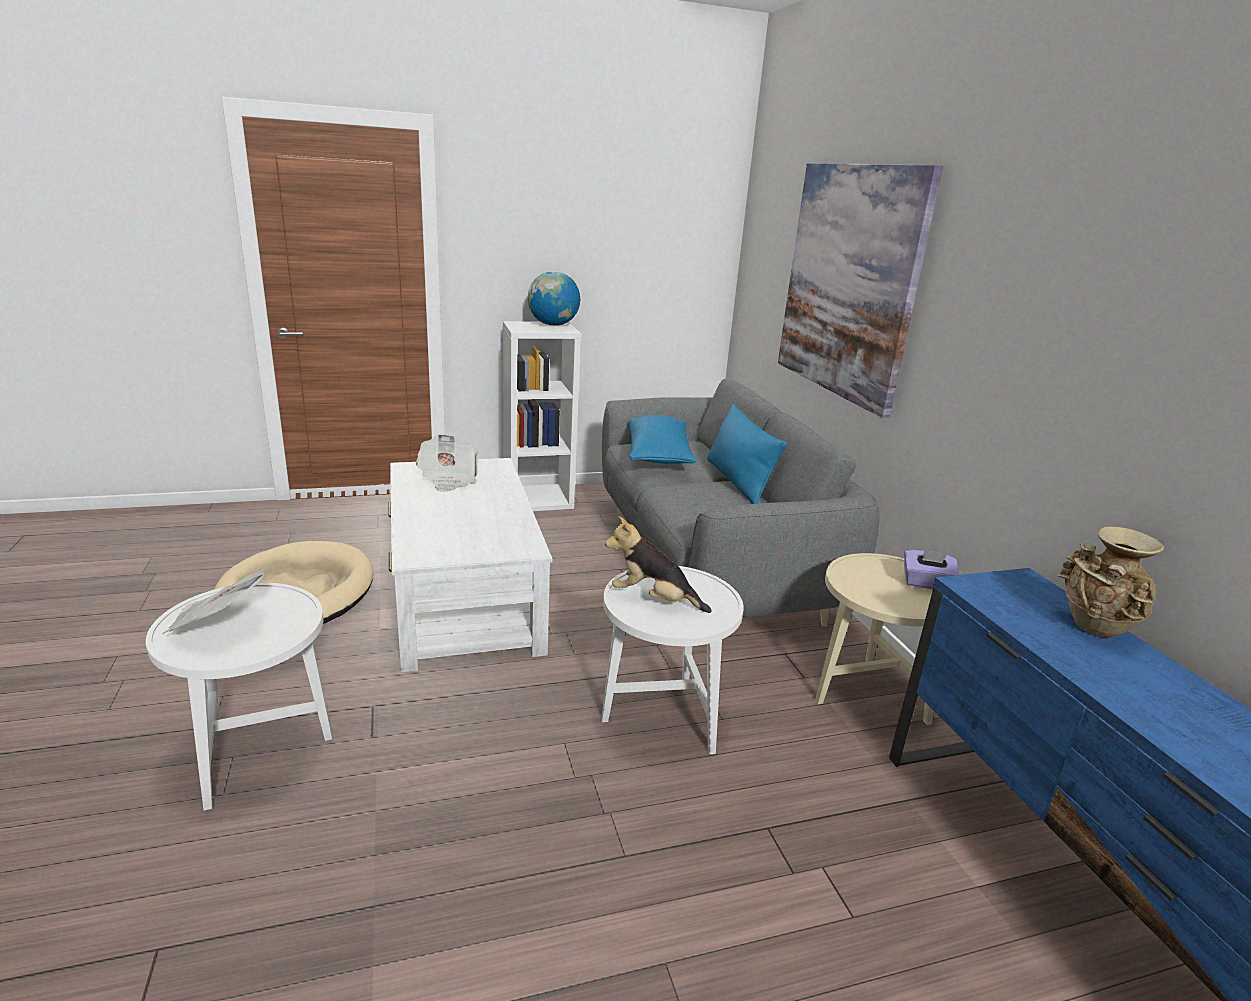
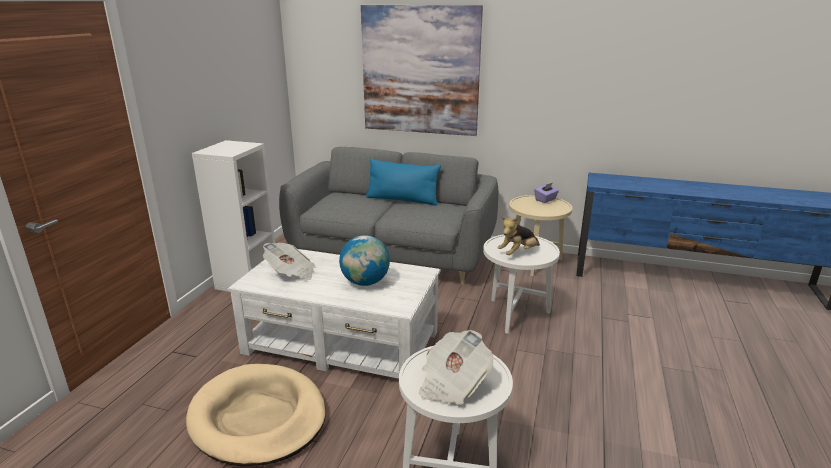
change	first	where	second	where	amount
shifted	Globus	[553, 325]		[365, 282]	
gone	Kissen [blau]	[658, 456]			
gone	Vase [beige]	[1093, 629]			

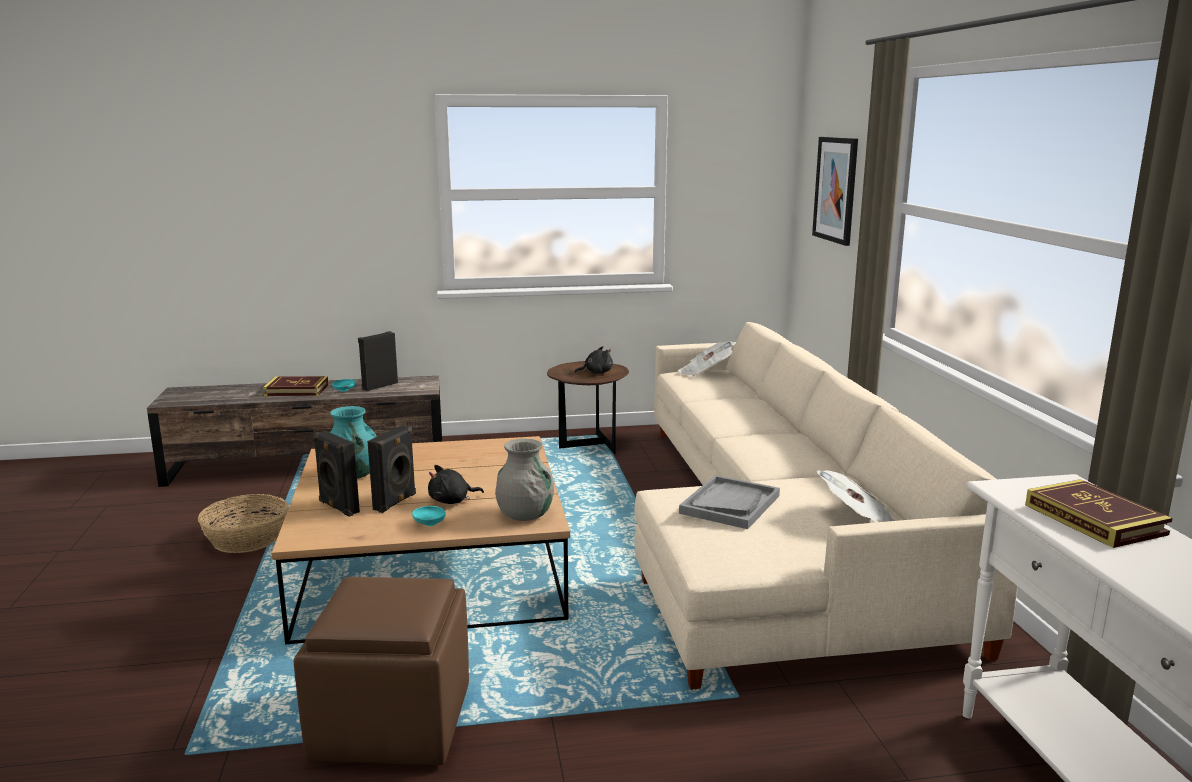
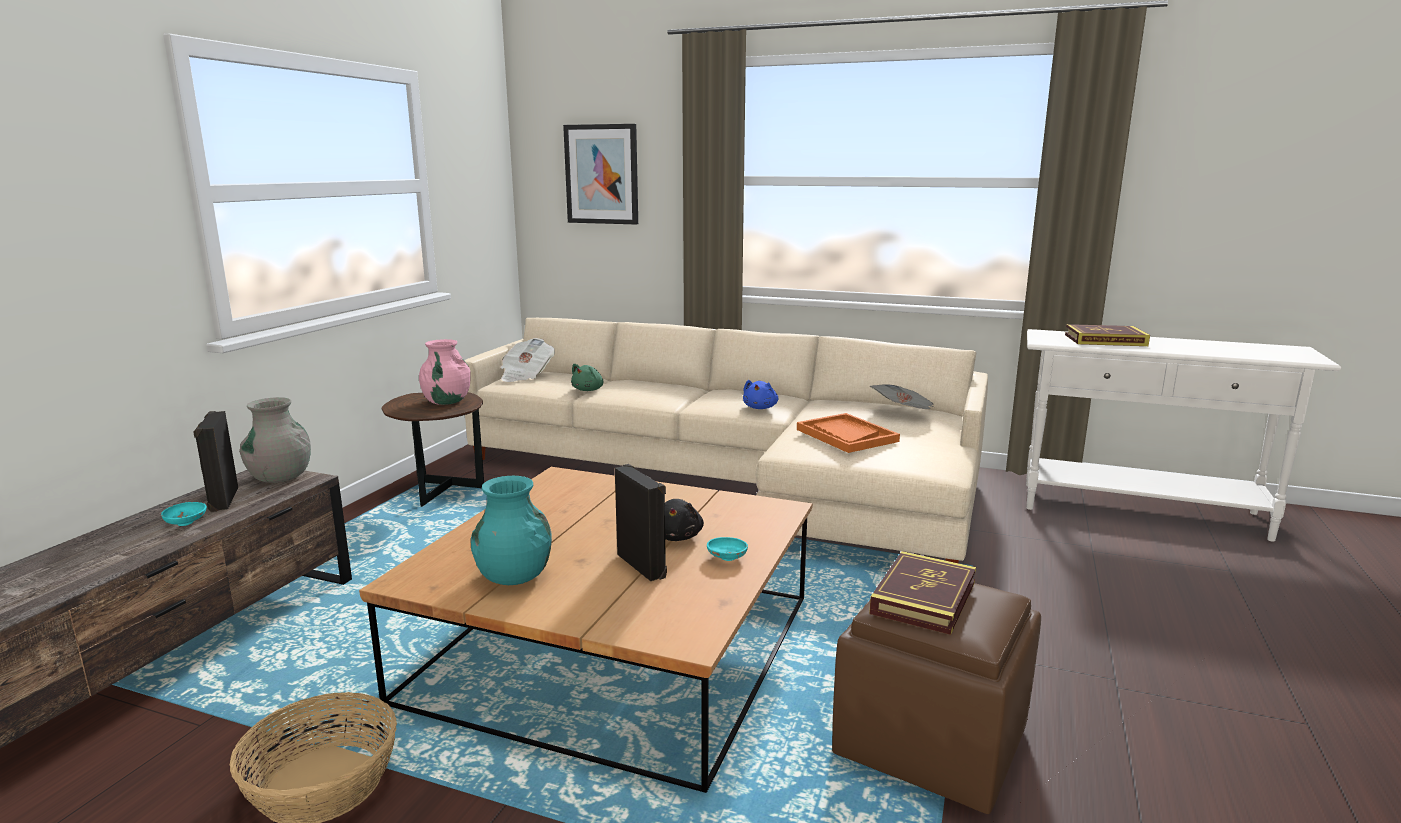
change	first	where	second	where	amount
shifted	Buch	[296, 390]		[923, 598]	
gone	Lautsprecher [schwarz]	[338, 507]			
shifted	Vase [grau]	[525, 515]		[280, 477]	
swapped	Plüschtier [schwarz]	[596, 373]	Vase [rosa]	[447, 402]	
repainted	Tablett [grau]	[730, 504]	Tablett [orange]	[846, 435]	
new			Plüschtier [grün]	[589, 390]	
new			Plüschtier [blau]	[760, 408]	

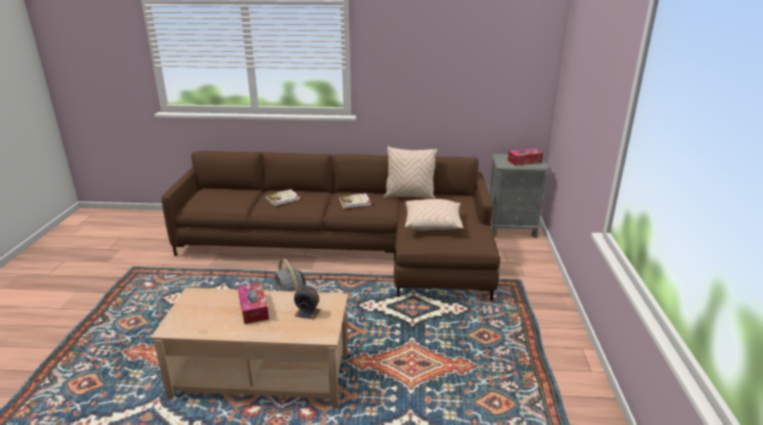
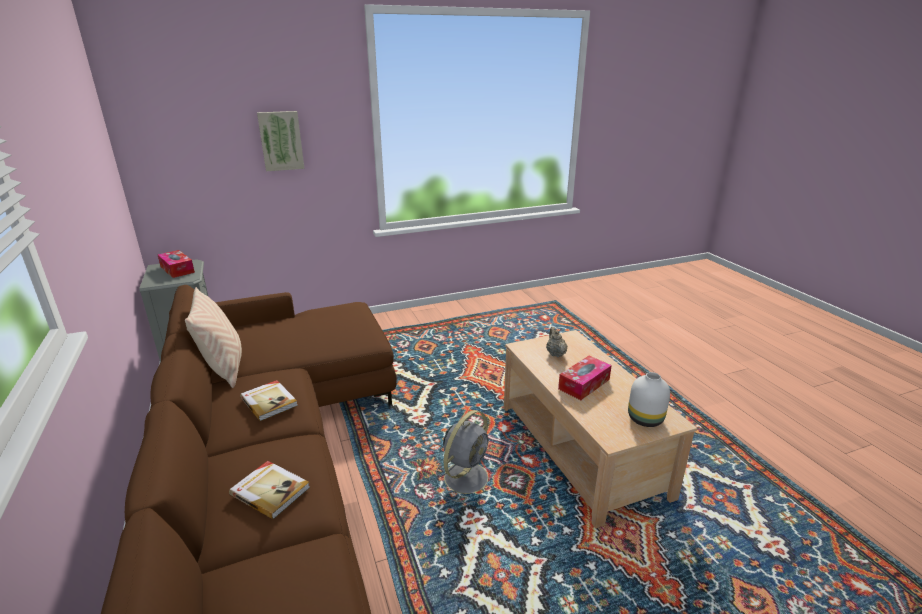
change	first	where	second	where	amount
swapped	Wecker	[307, 312]	Teekanne [beige]	[555, 353]	
gone	Kissen [beige]	[433, 224]			
new			Bild	[281, 141]	
new			Vase [weiß]	[645, 418]	

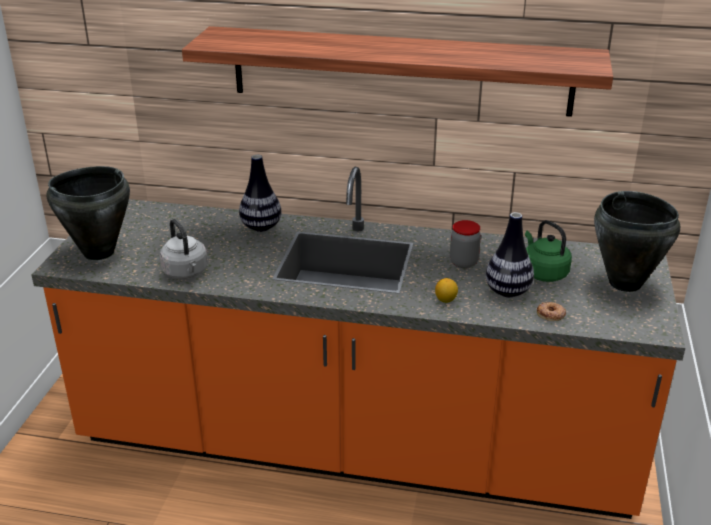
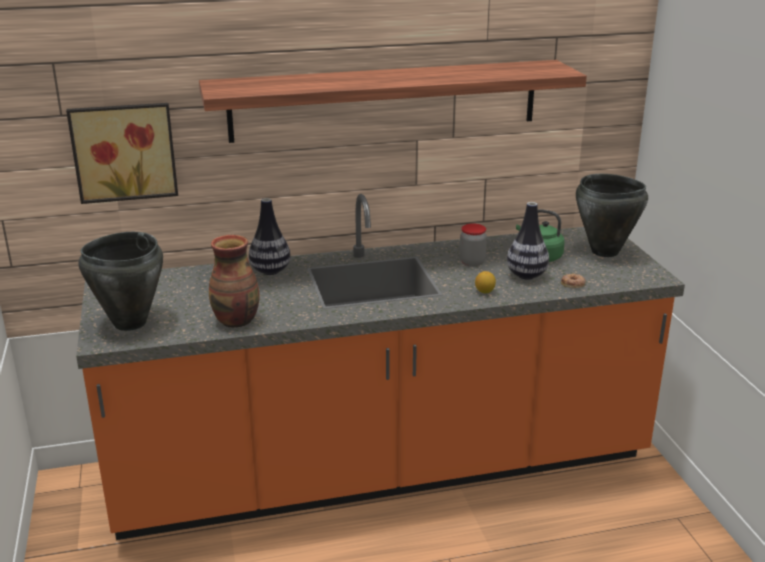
change	first	where	second	where	amount
swapped	Wasserkessel [grau]	[186, 273]	Vase	[237, 321]	
new			Bild	[124, 151]	

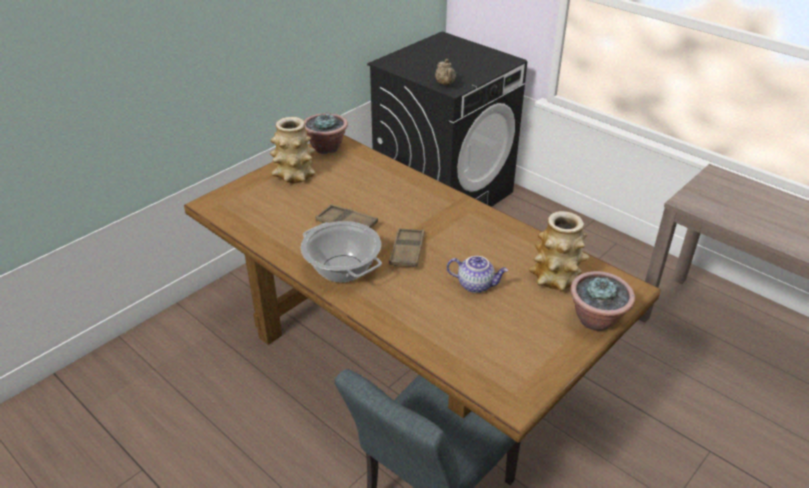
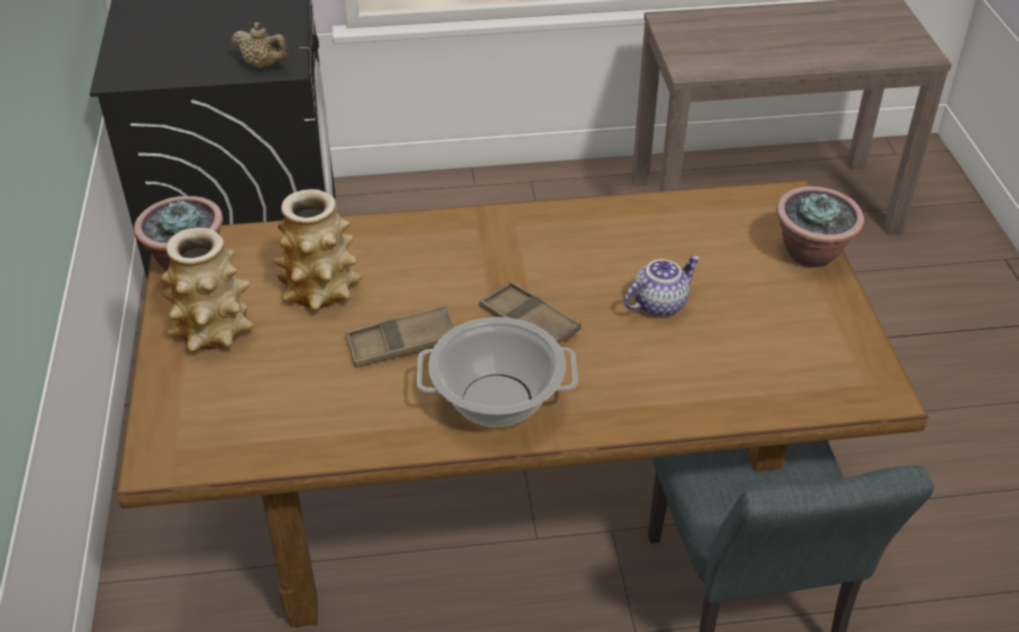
change	first	where	second	where	amount
shifted	Vase	[555, 278]		[321, 291]	

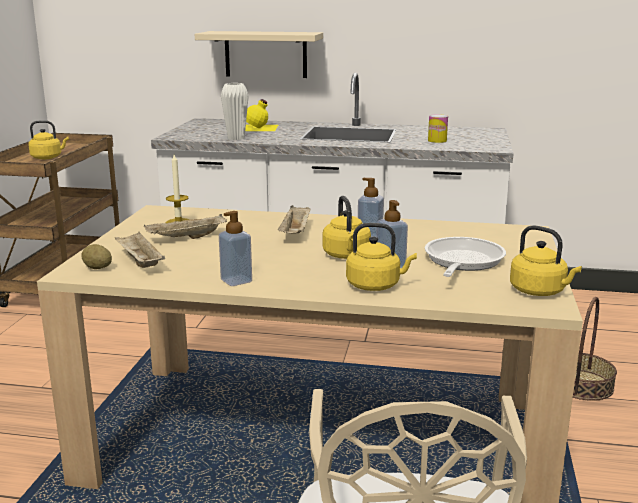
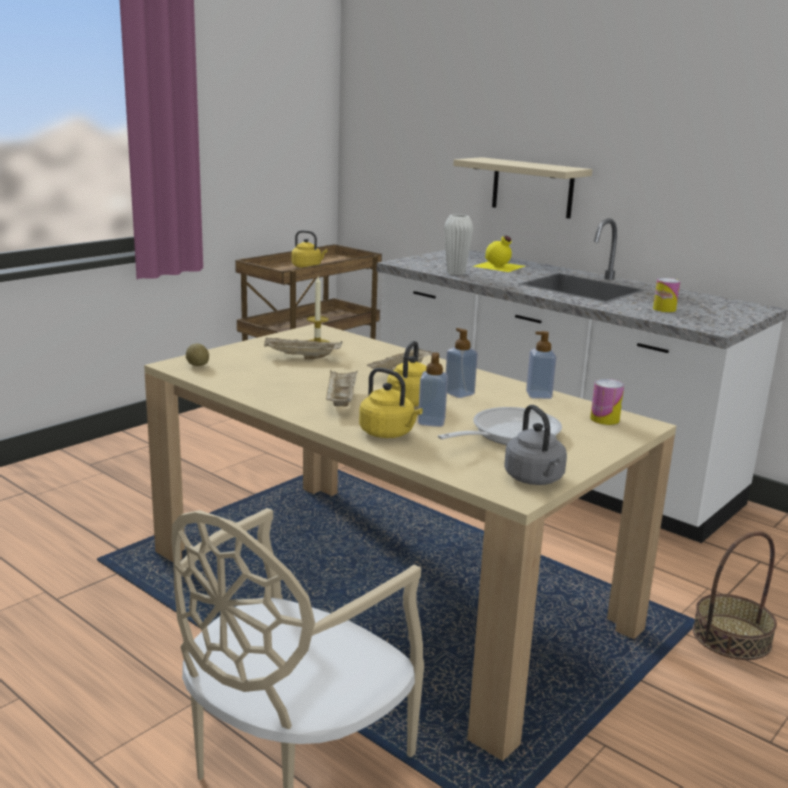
change	first	where	second	where	amount
shifted	Tablett [beige]	[139, 262]		[341, 400]	
shifted	Seifenspender	[236, 281]		[539, 395]	
repainted	Wasserkessel [gelb]	[540, 291]	Wasserkessel [grau]	[535, 479]	
new			Dose	[604, 419]	

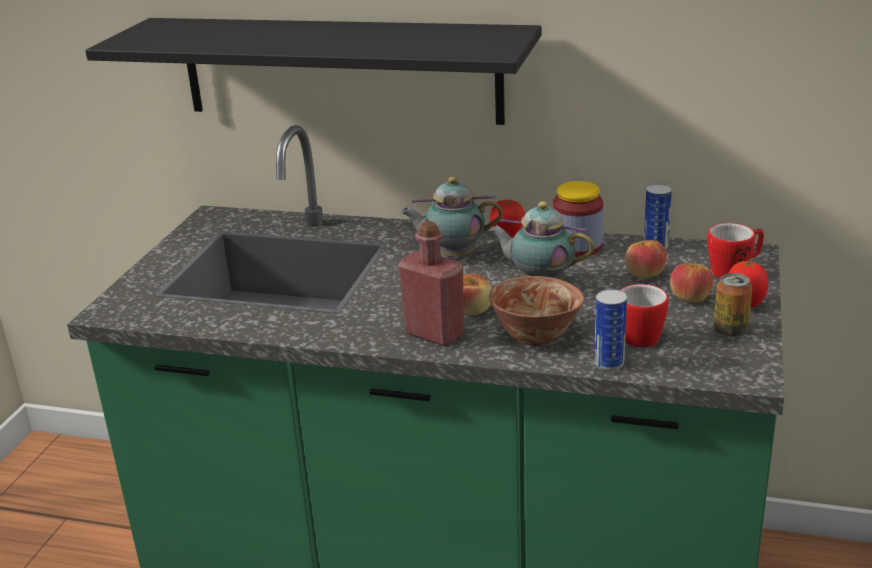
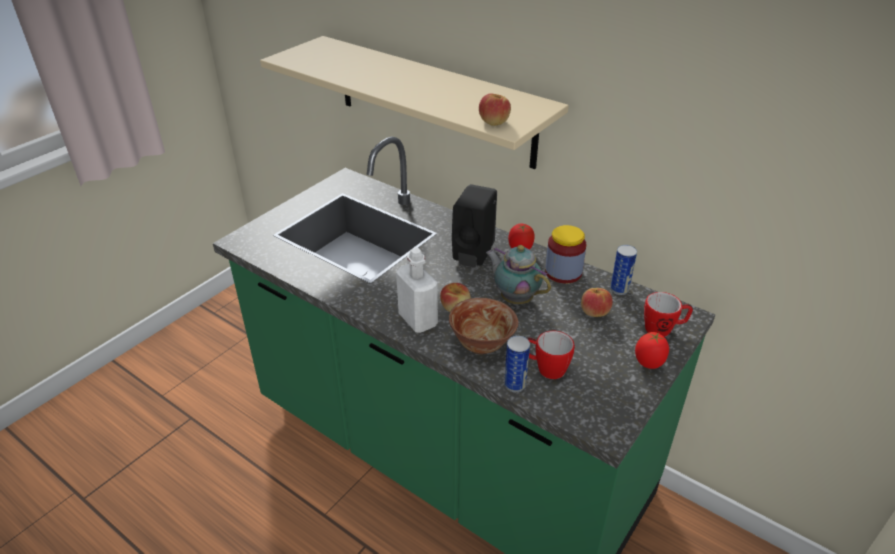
change	first	where	second	where	amount
repainted	Wandregal [schwarz]	[339, 70]	Wandregal [beige]	[433, 101]	
repainted	Flasche [rot]	[434, 333]	Flasche [weiß]	[418, 320]	
swapped	Teekanne	[452, 256]	Seifenspender [schwarz]	[473, 256]	
shifted	Apfel	[690, 297]		[494, 121]	
gone	Dose	[730, 331]			

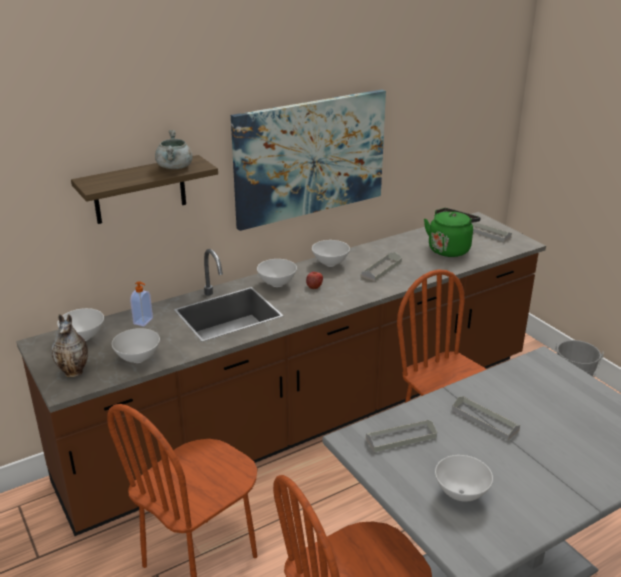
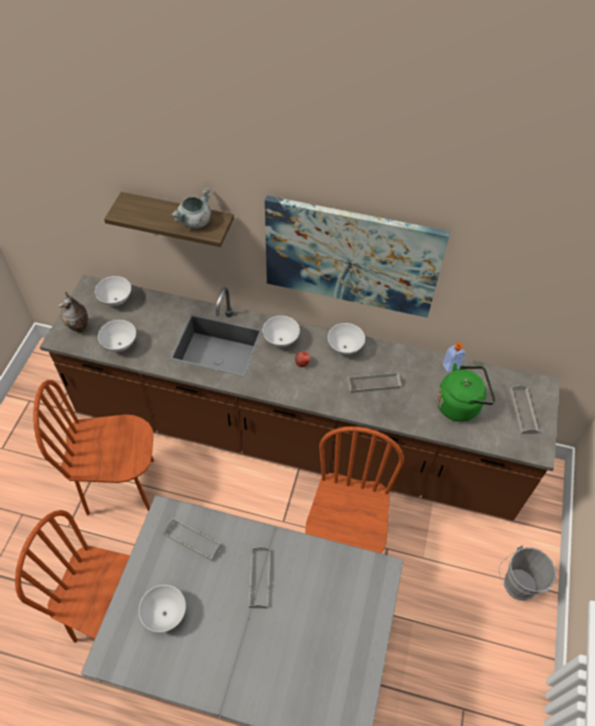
change	first	where	second	where	amount
shifted	Seifenspender	[144, 321]		[451, 367]	

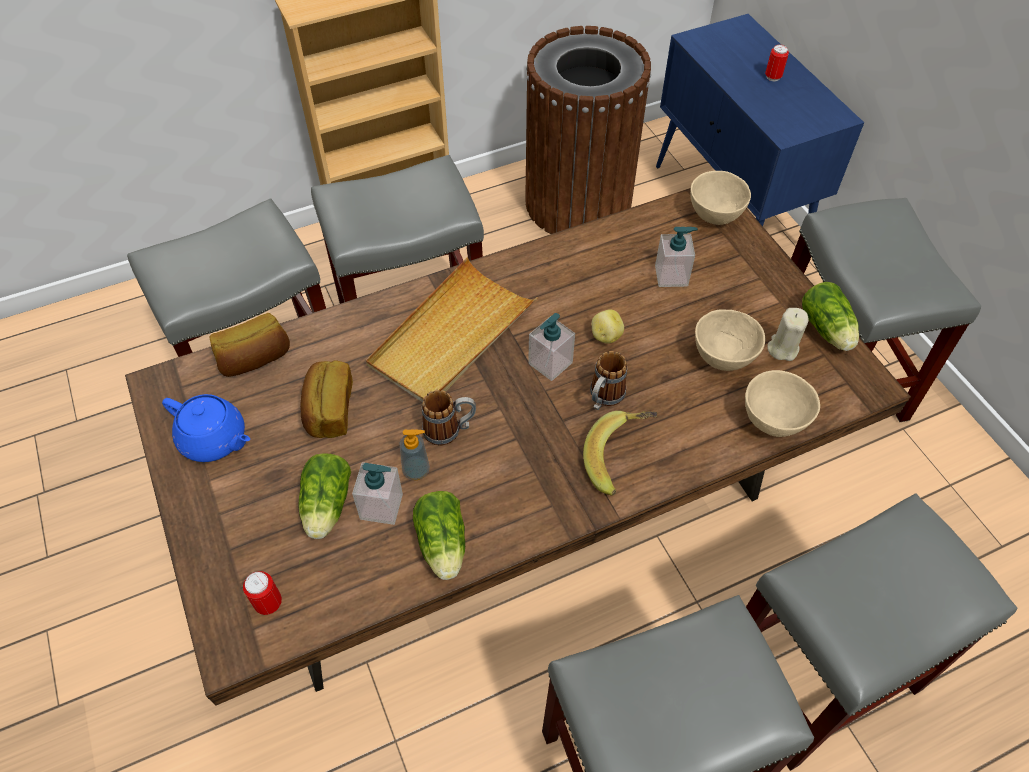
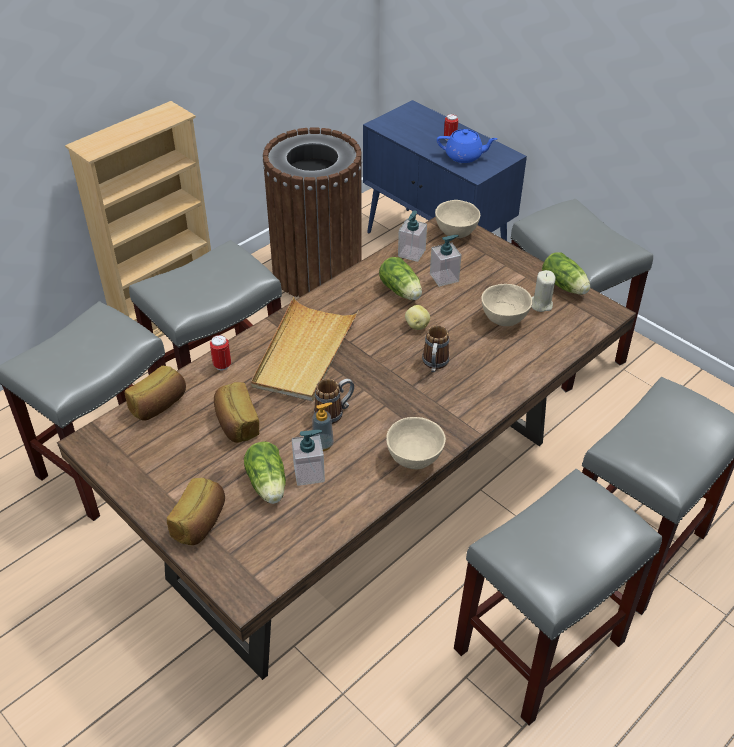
change	first	where	second	where	amount
shifted	Teekanne [blau]	[215, 440]		[464, 156]	
shifted	Dose	[268, 603]		[222, 365]	
shifted	Salatkopf	[442, 546]		[402, 292]	
shifted	Seifenspender	[550, 363]		[411, 253]	
gone	Banane	[620, 459]			
shifted	Schüssel [beige]	[774, 421]		[415, 458]	
new			Brot	[200, 522]	

